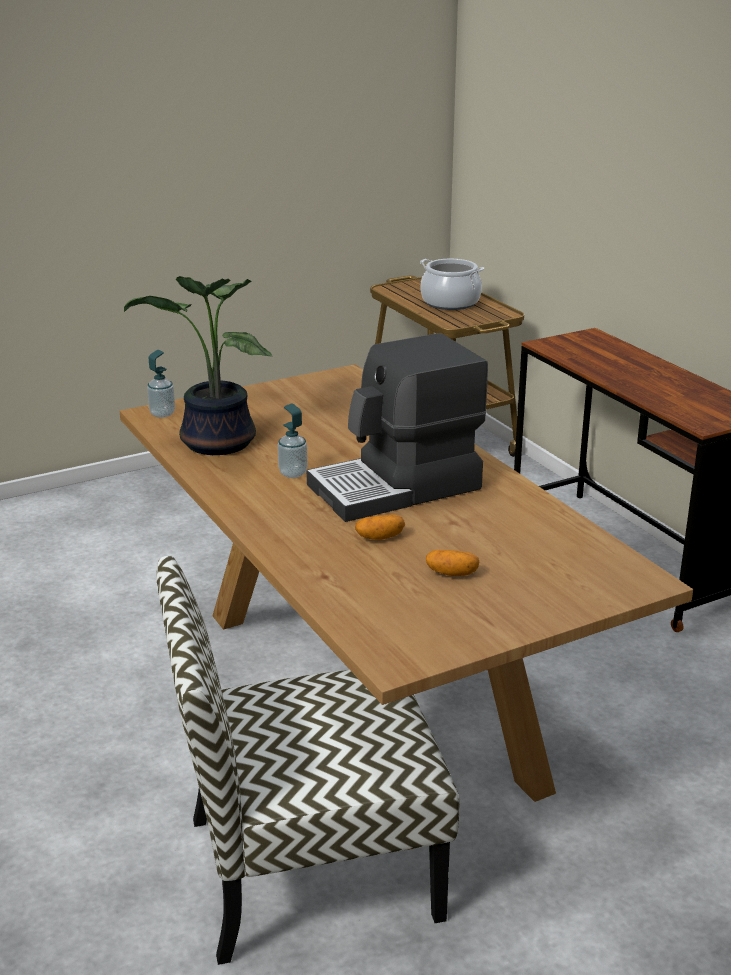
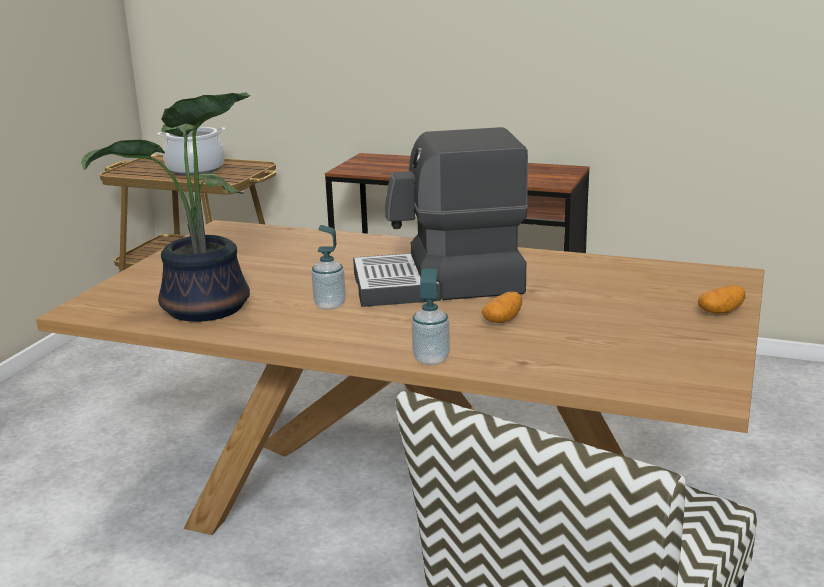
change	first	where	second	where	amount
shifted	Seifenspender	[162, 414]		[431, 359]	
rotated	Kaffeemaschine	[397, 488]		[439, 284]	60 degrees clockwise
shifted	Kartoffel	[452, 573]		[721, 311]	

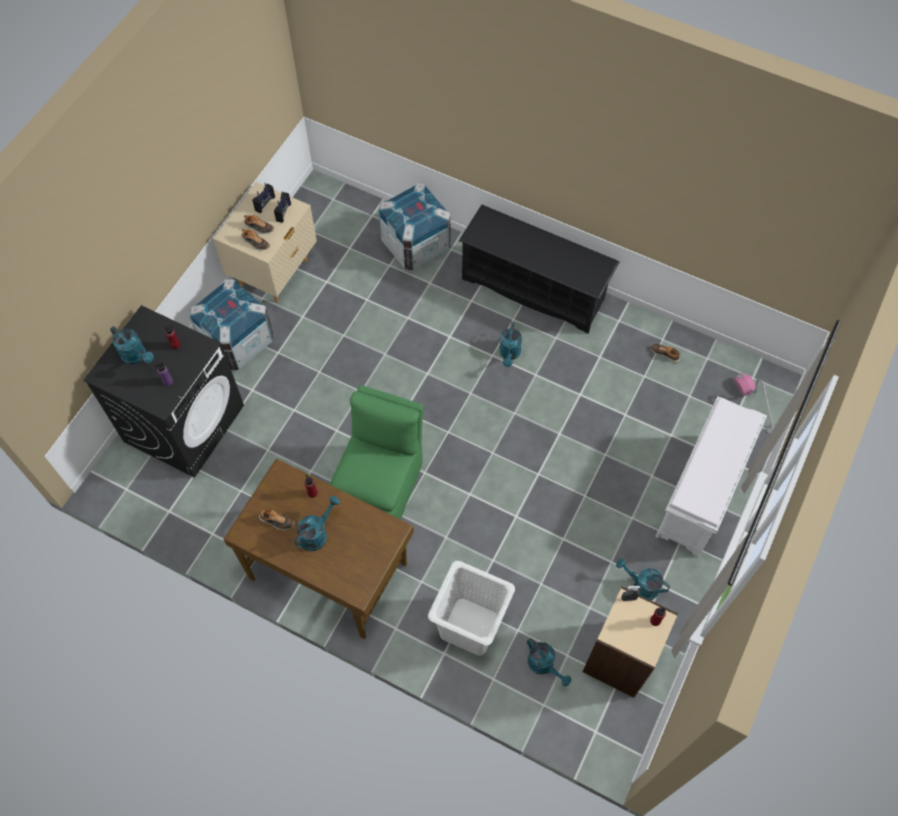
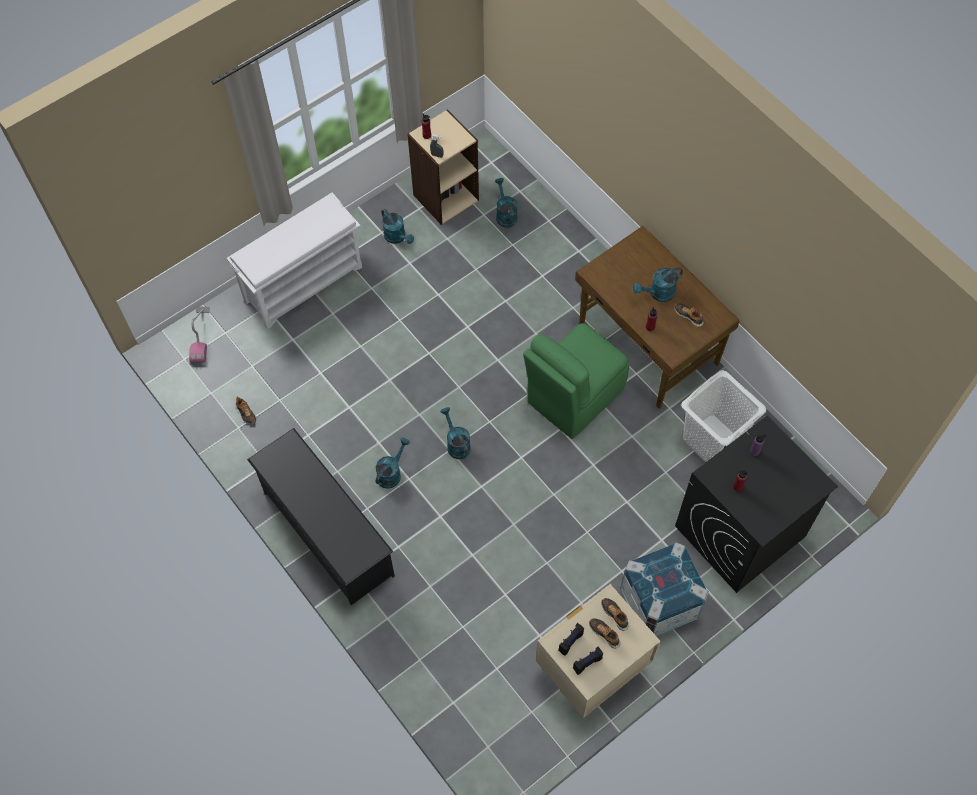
change	first	where	second	where	amount
shifted	Gießkanne [türkis]	[137, 356]		[456, 444]	
gone	Kiste	[415, 244]			
shifted	Wäschekorb [weiß]	[470, 626]		[712, 440]	

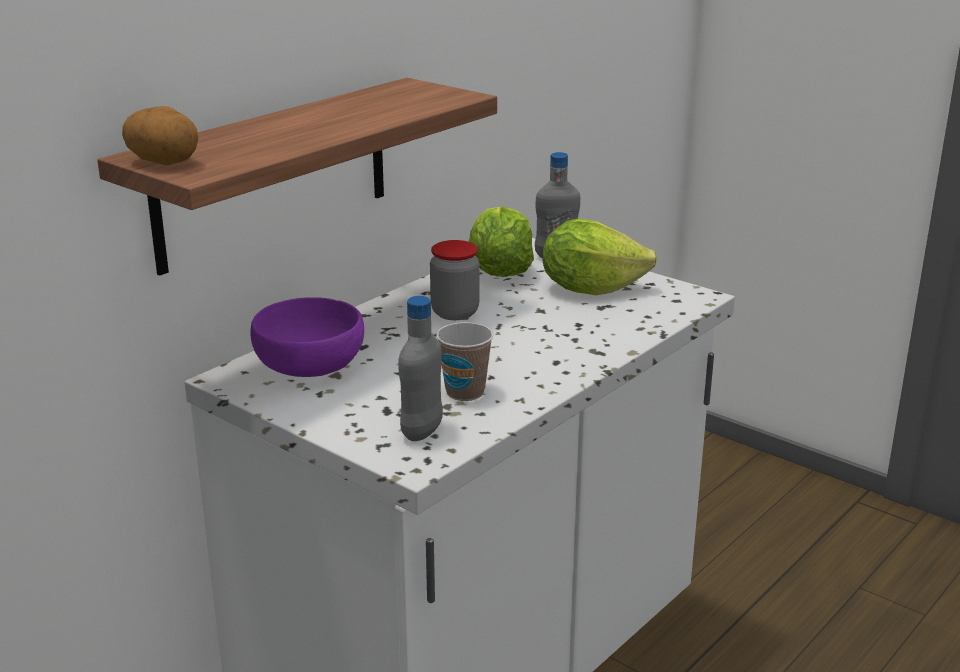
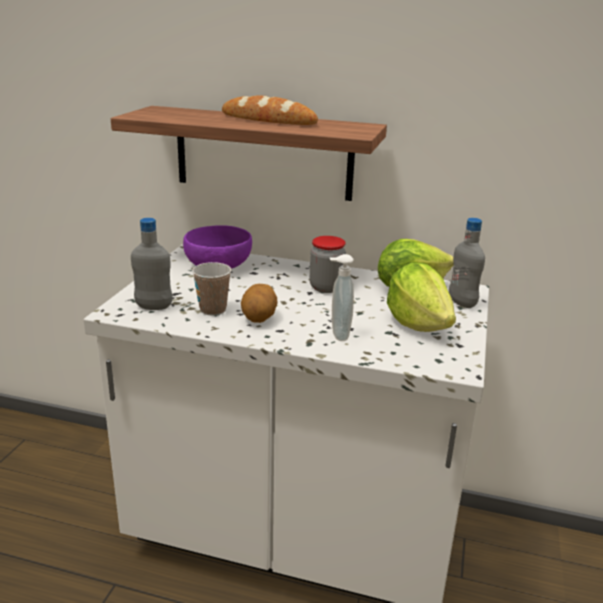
change	first	where	second	where	amount
shifted	Kartoffel	[164, 162]		[259, 318]	
new			Brot	[268, 119]	
new			Seifenspender	[338, 334]	

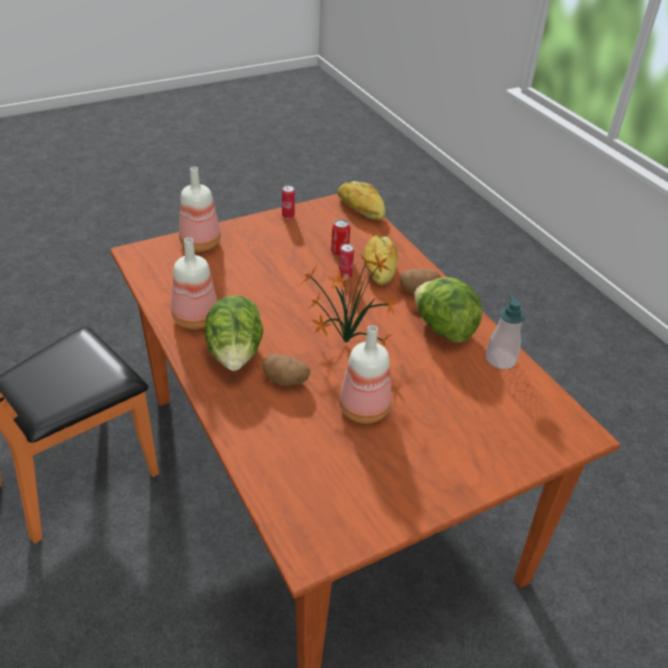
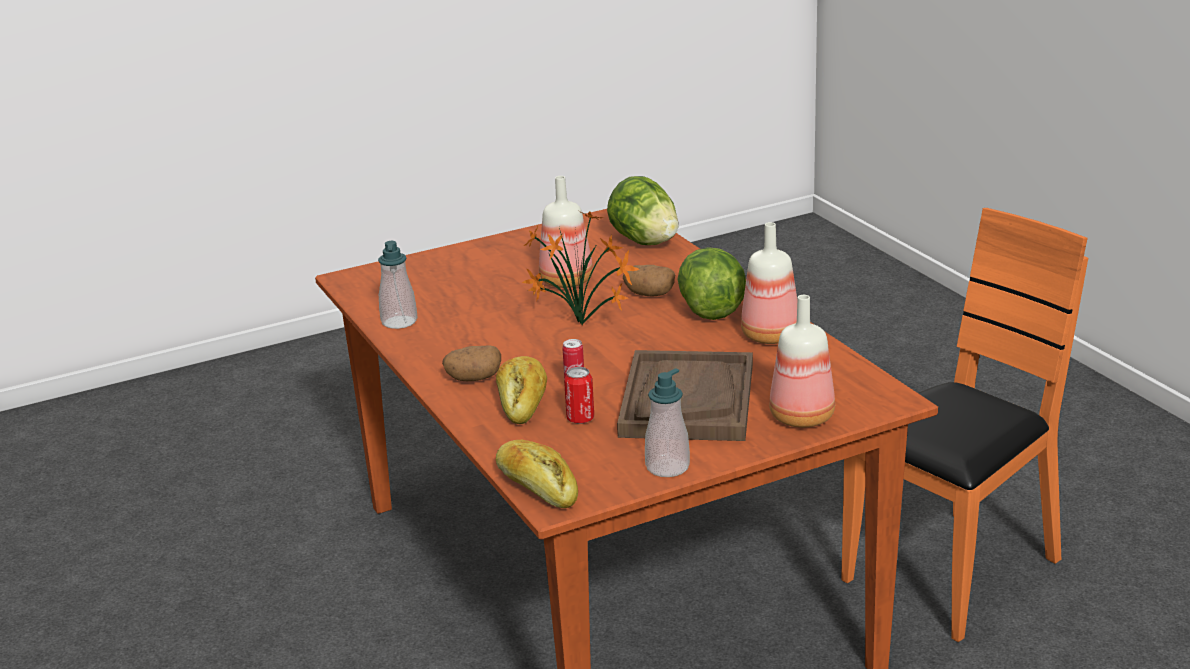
change	first	where	second	where	amount
swapped	Dose	[288, 216]	Seifenspender	[667, 467]	
shifted	Salatkopf	[443, 328]		[644, 241]	
new			Tablett [braun]	[687, 400]	

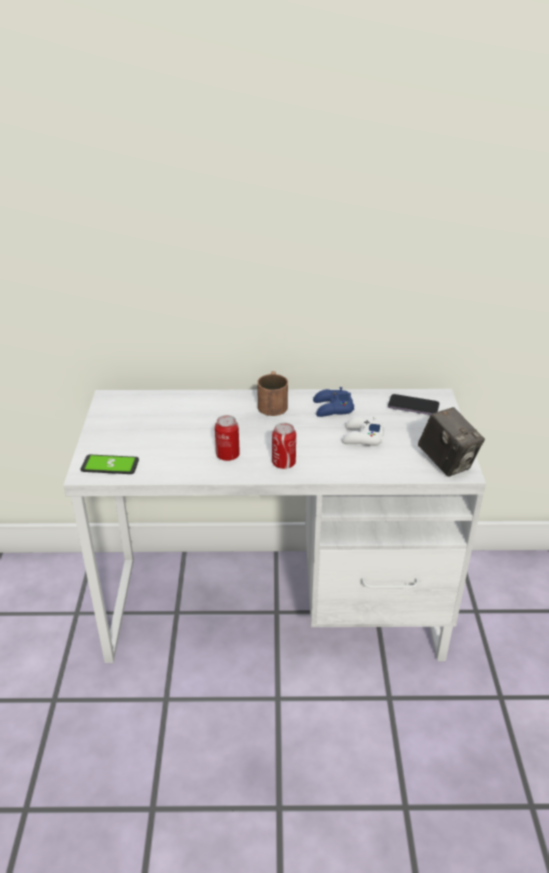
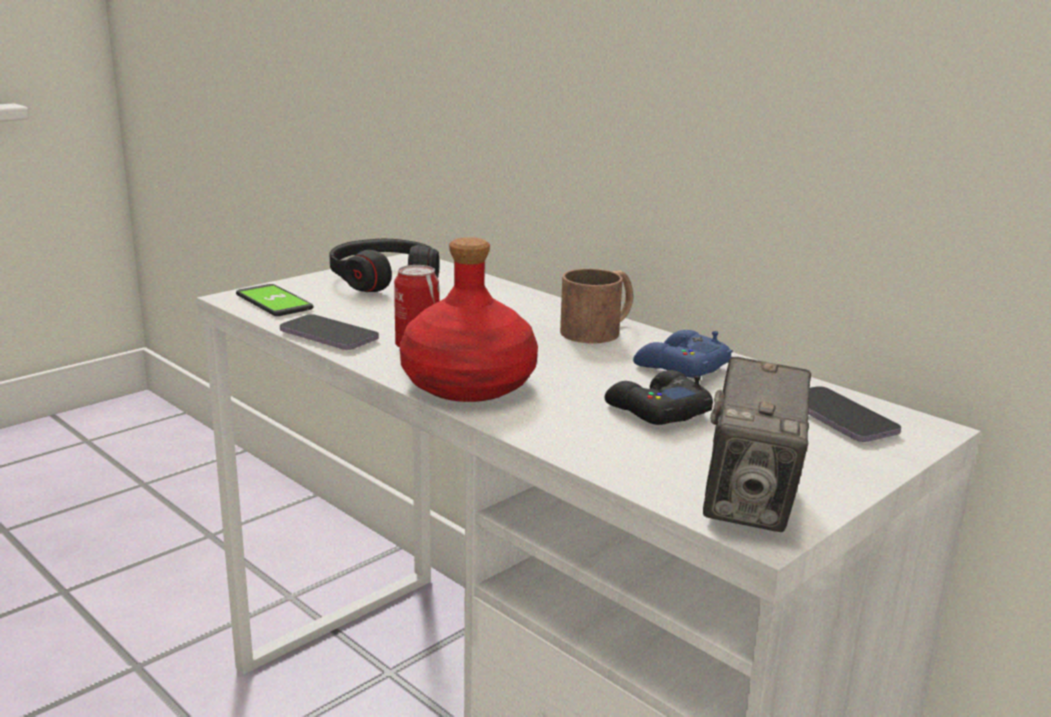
change	first	where	second	where	amount
swapped	Dose	[283, 463]	Flasche [rot]	[469, 383]	
repainted	Gamepad [weiß]	[362, 437]	Gamepad [schwarz]	[656, 410]	
new			Handy	[329, 336]	
new			Kopfhörer [schwarz]	[384, 279]	

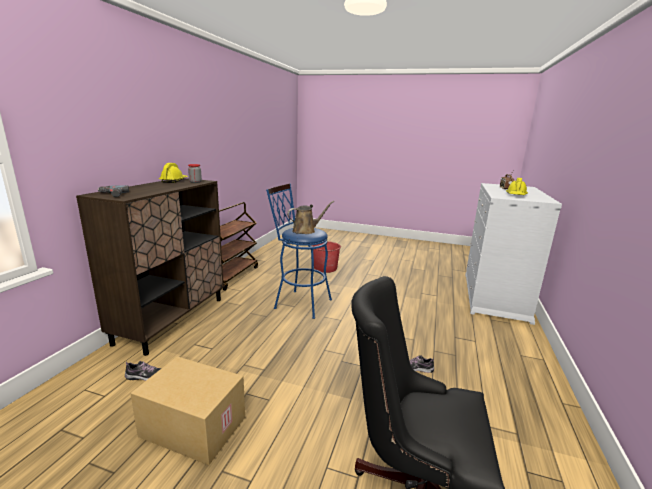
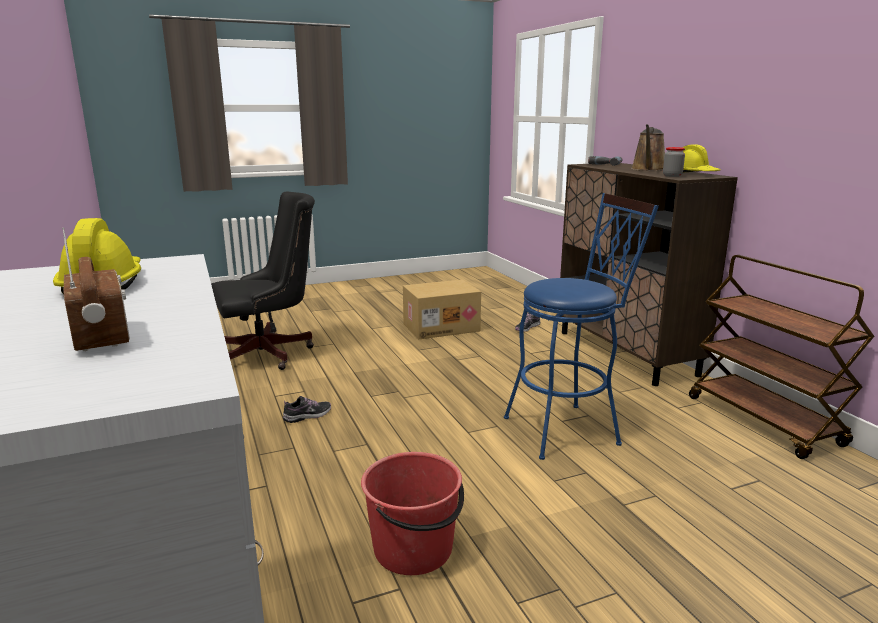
change	first	where	second	where	amount
shifted	Gießkanne [braun]	[306, 230]		[648, 169]	
shifted	Eimer [rot]	[325, 268]		[414, 549]	

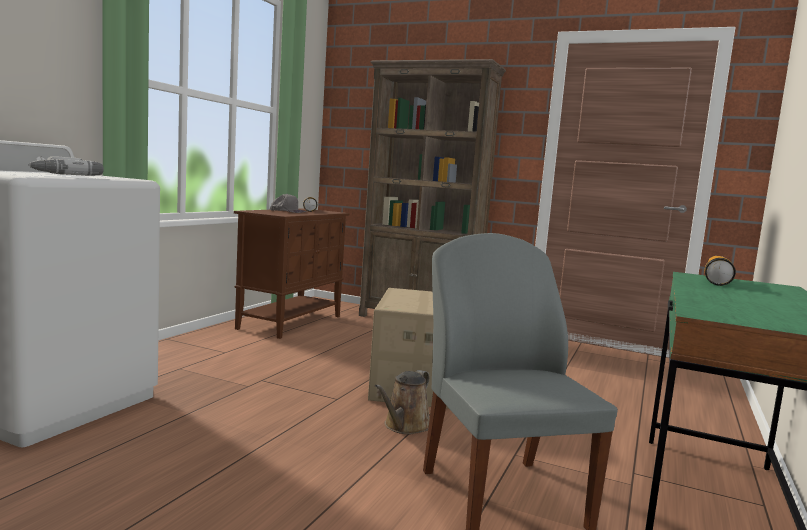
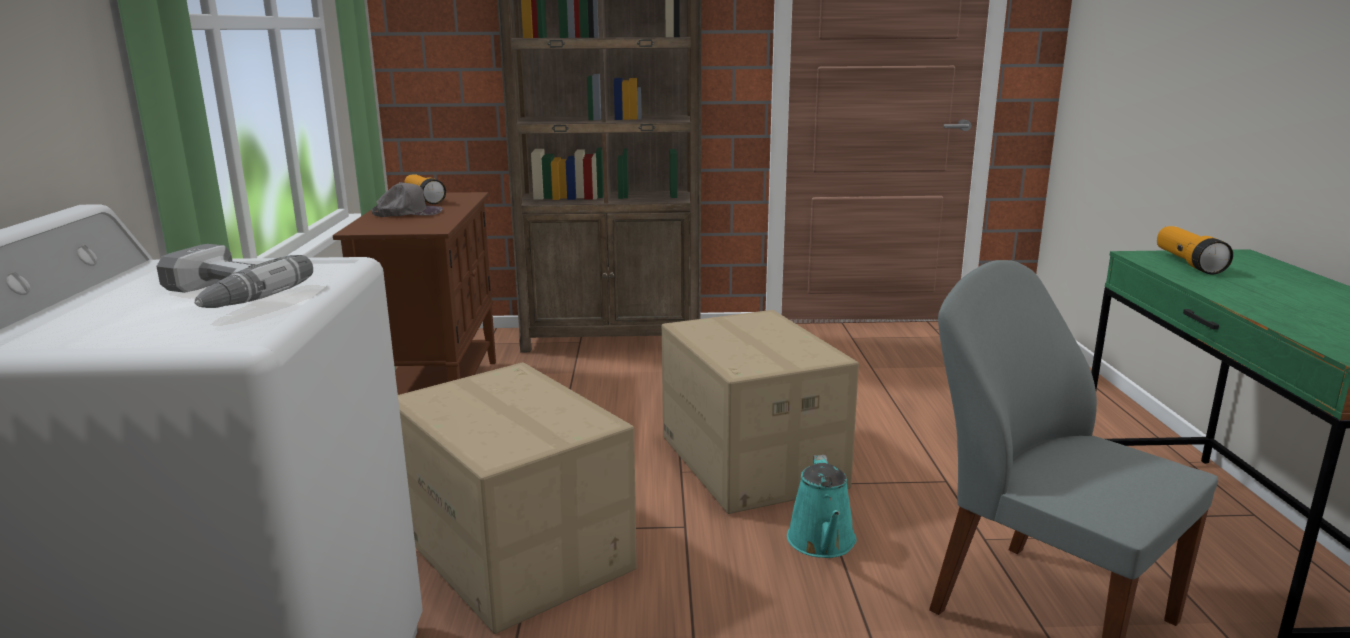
change	first	where	second	where	amount
repainted	Gießkanne [braun]	[405, 426]	Gießkanne [türkis]	[822, 543]	
new			Karton	[517, 551]	

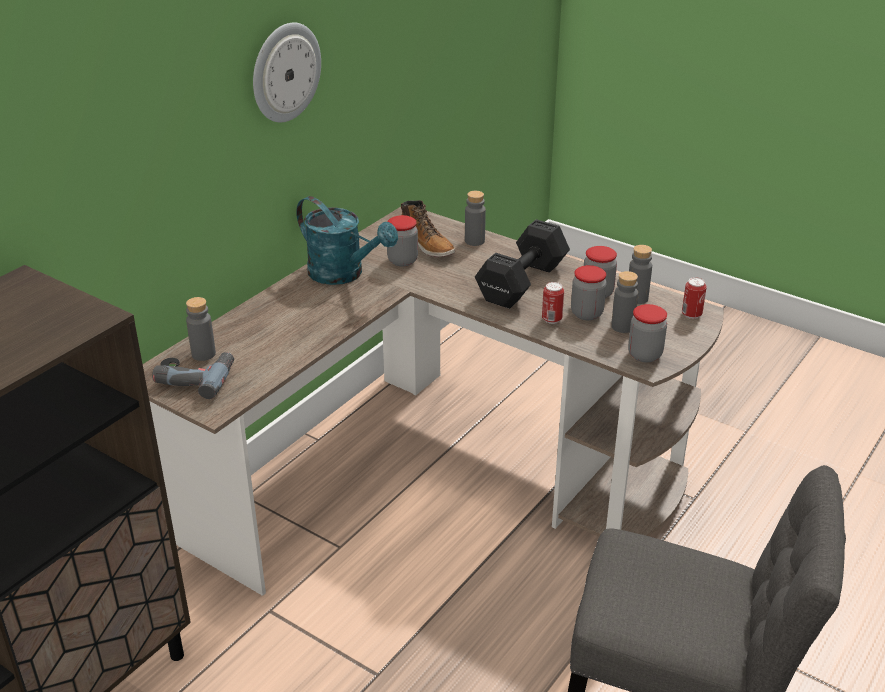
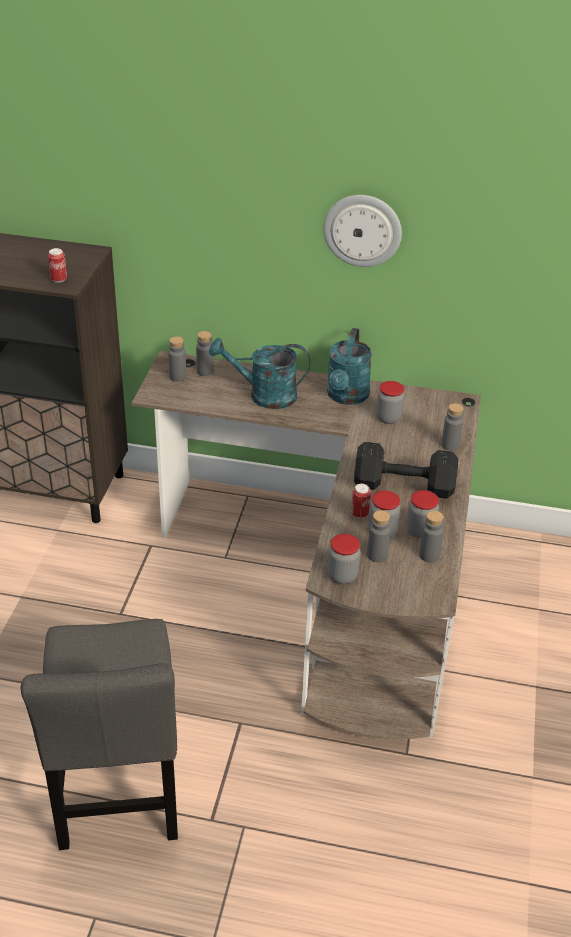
change	first	where	second	where	amount
swapped	Bohrmaschine	[195, 378]	Flasche [grau]	[178, 377]	
gone	Stiefel	[427, 245]			
shifted	Dose	[691, 314]		[59, 279]	
new			Gießkanne [türkis]	[264, 395]	

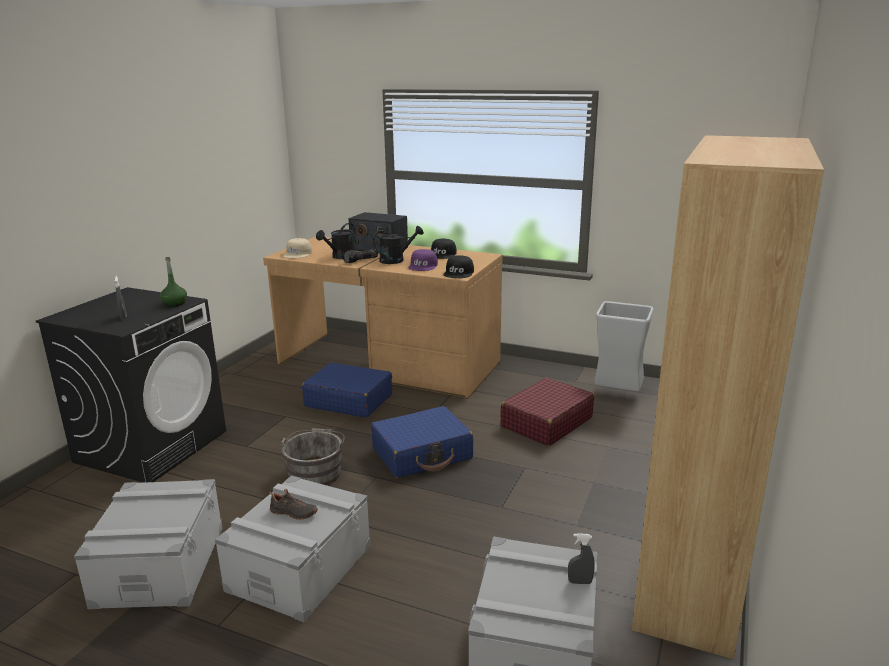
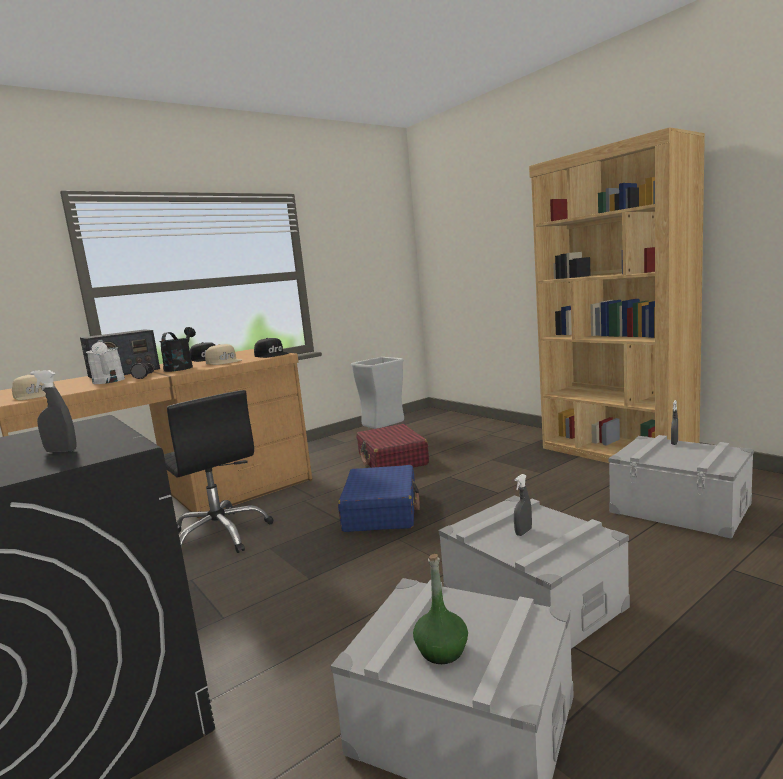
change	first	where	second	where	amount
shifted	Flasche [grün]	[175, 303]		[441, 651]	
swapped	Schuh [schwarz]	[293, 513]	Sprühflasche [grau]	[523, 532]	
gone	Eimer [grau]	[315, 472]			
swapped	Koffer [blau]	[348, 400]	Bürostuhl [schwarz]	[220, 535]	
repainted	Gießkanne [schwarz]	[340, 257]	Gießkanne [weiß]	[109, 382]	
repainted	Kappe [lila]	[423, 266]	Kappe [beige]	[224, 361]	

